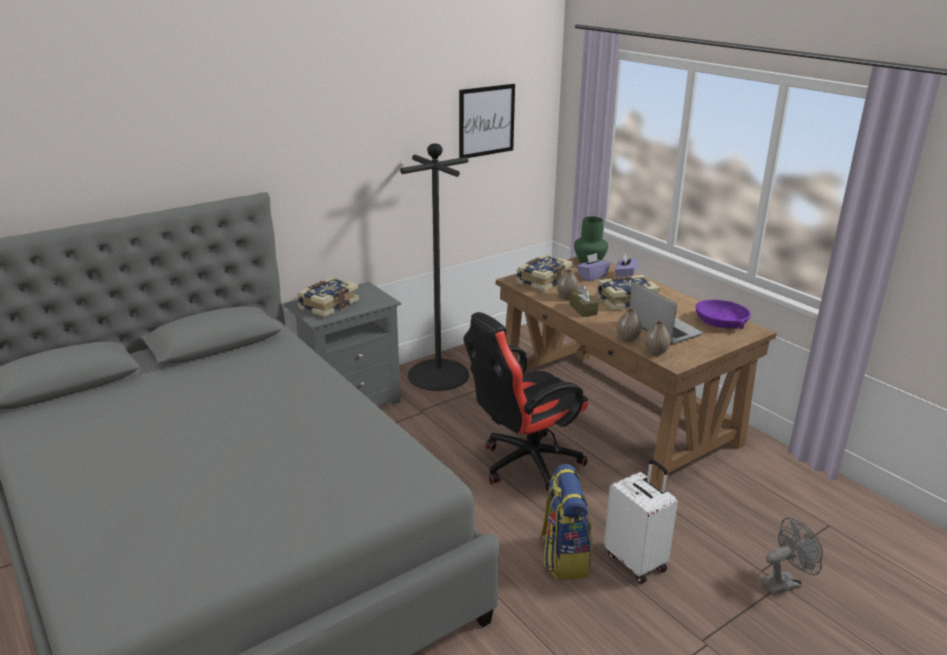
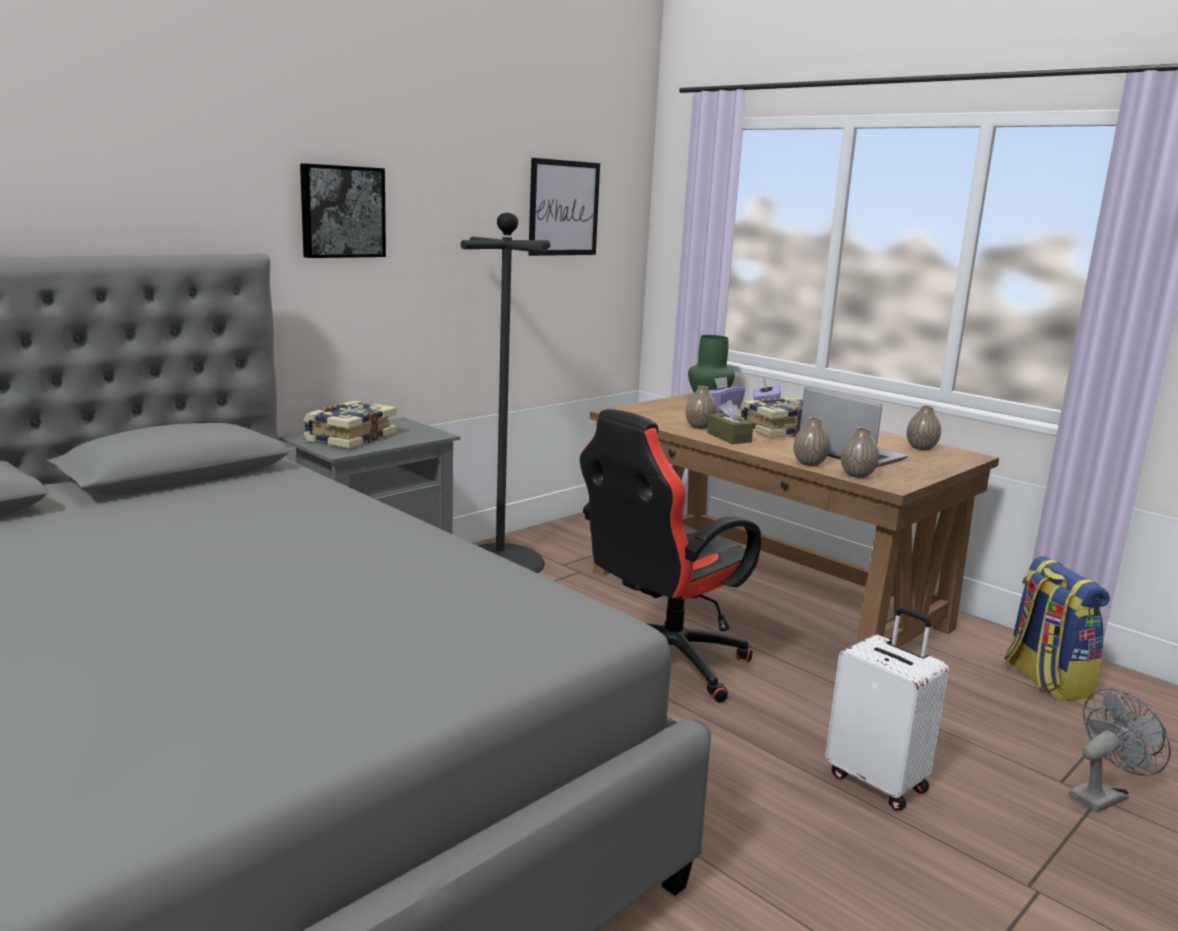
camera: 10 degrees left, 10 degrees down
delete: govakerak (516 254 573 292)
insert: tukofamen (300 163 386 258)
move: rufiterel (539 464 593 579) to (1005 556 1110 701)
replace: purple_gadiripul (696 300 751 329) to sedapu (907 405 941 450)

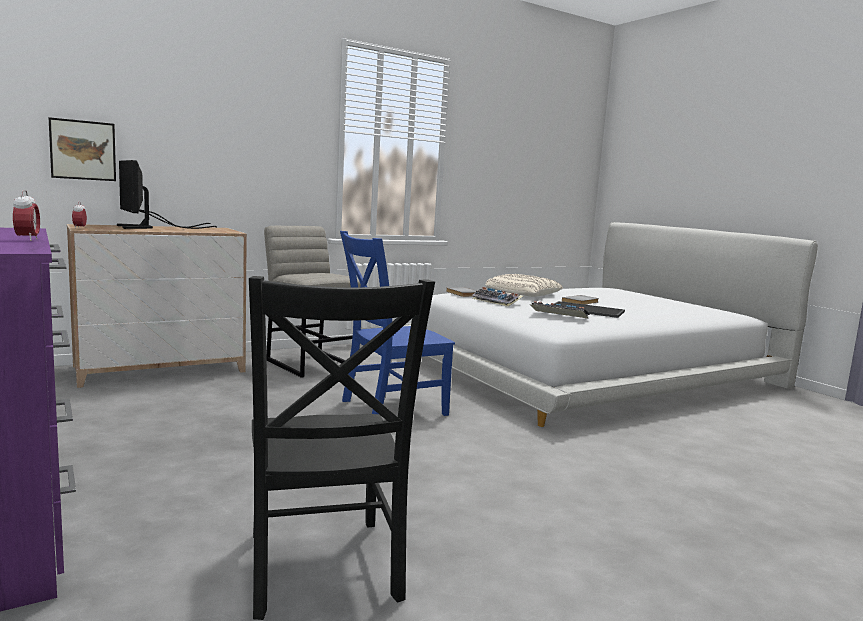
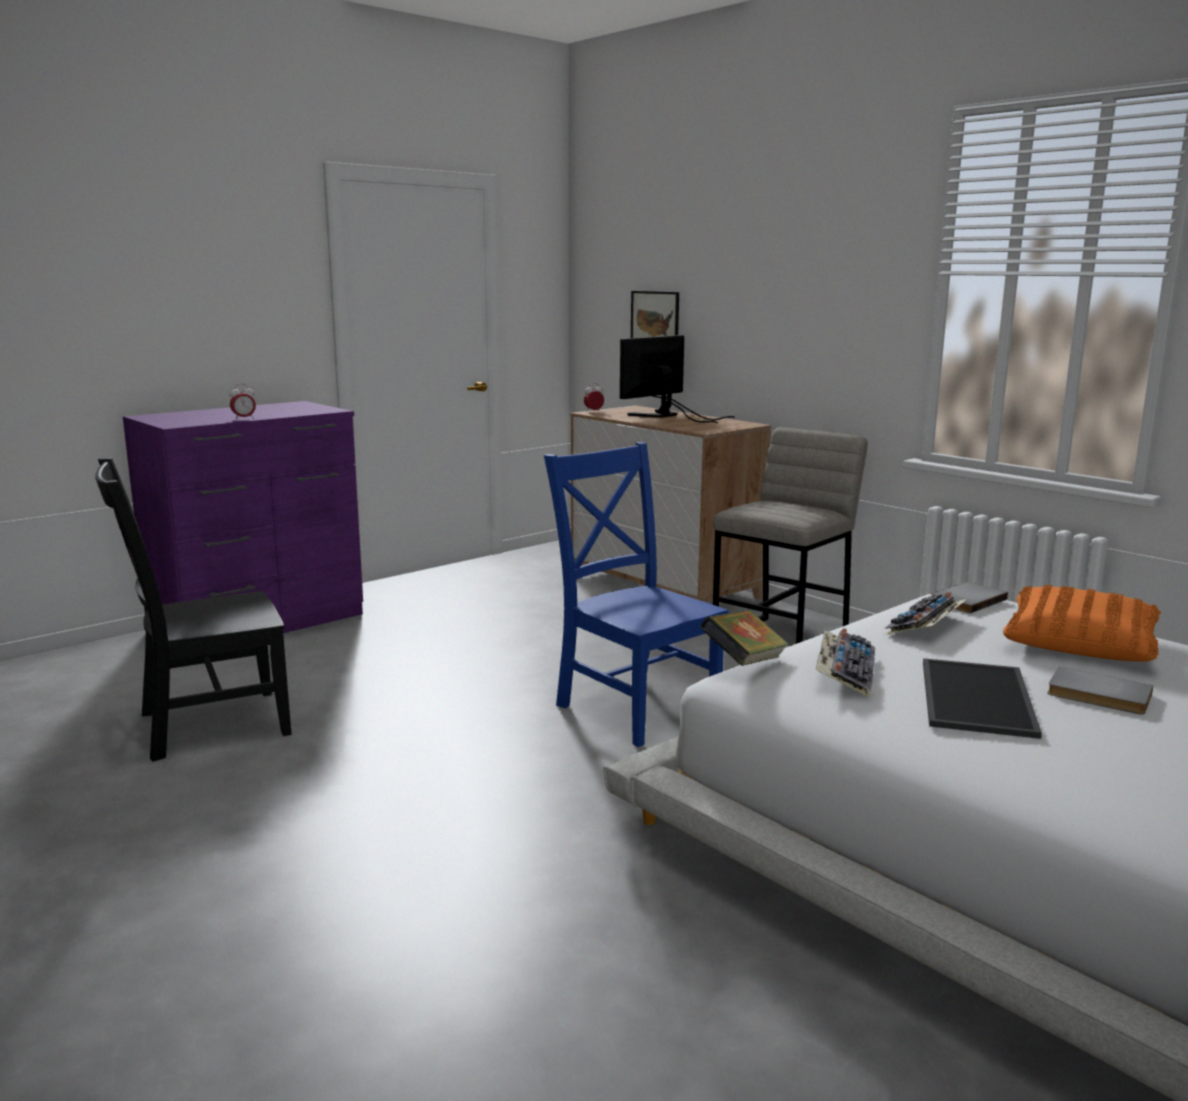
camera: 80 degrees right, 5 degrees up
insert: govakerak (701 610 789 666)
recolor: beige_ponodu (485 274 563 297) to orange_ponodu (1003 585 1161 662)

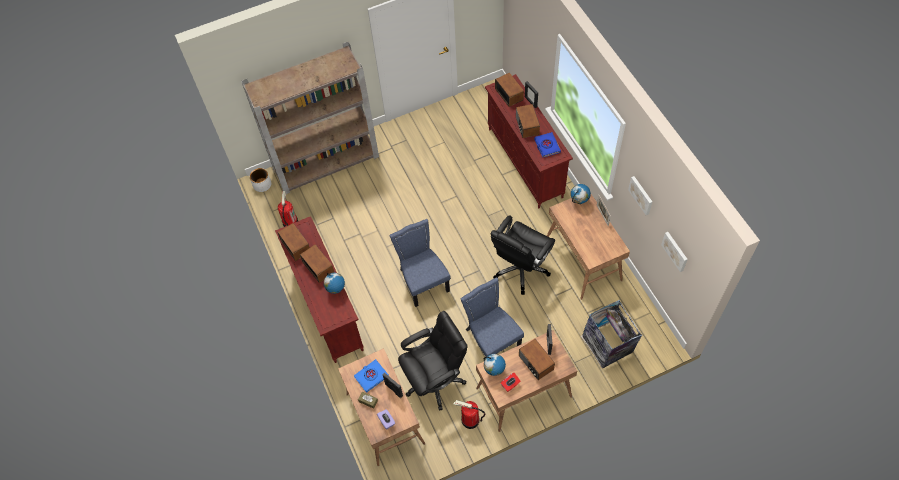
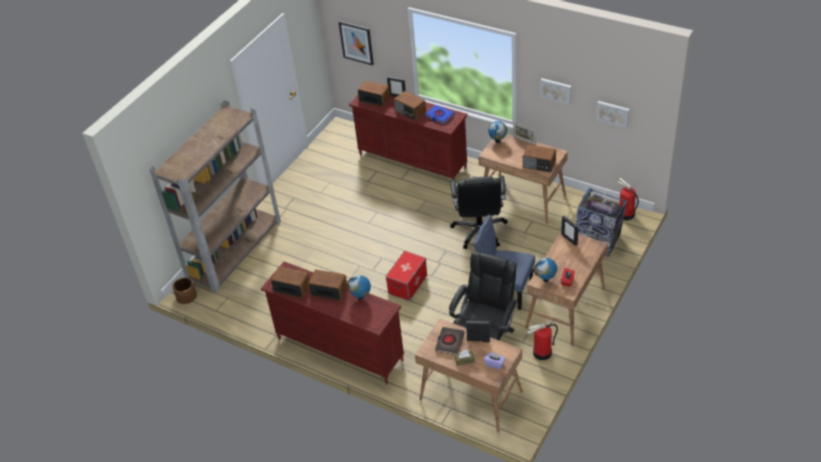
camera: 35 degrees left, 15 degrees down
insert: tukofamen (339 21 374 65)
move: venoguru (519 339 555 380) to (523 145 556 173); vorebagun (278 191 298 227) to (618 178 639 221)
replace: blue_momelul (390 219 451 307) to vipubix (385 251 427 301)
recolor: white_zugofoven (250 168 271 192) to brown_zugofoven (172 277 197 304); blue_govakerak (354 359 389 393) to black_govakerak (435 327 465 355)

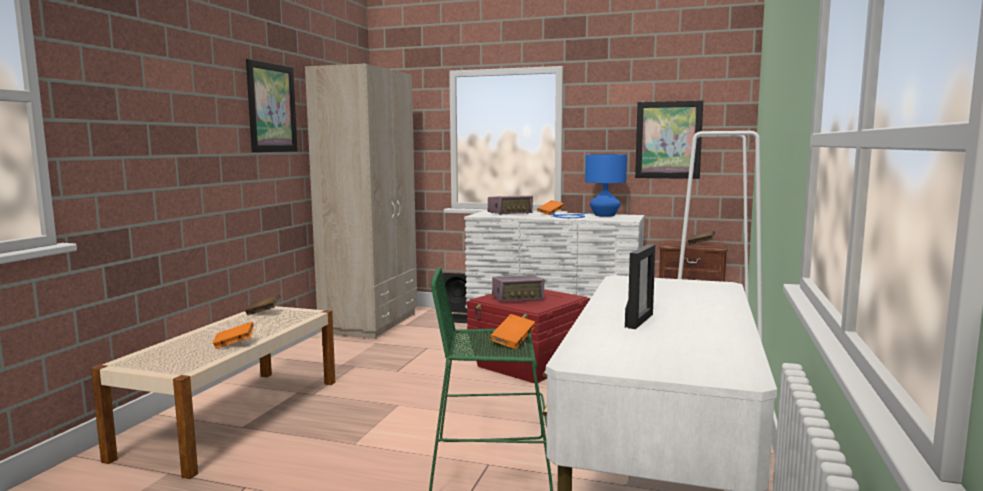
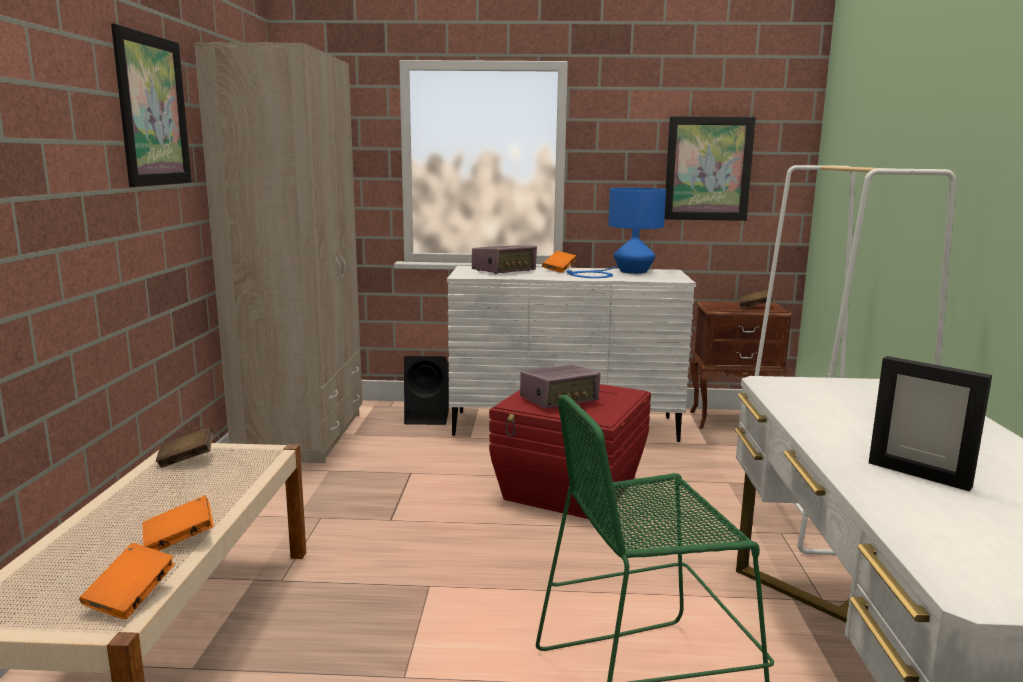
camera: 15 degrees left, 5 degrees up
move: orange_govakerak (490 314 535 349) to (79 543 174 619)
rotate: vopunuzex (625 244 655 329) = (869 356 992 491) 120 degrees clockwise

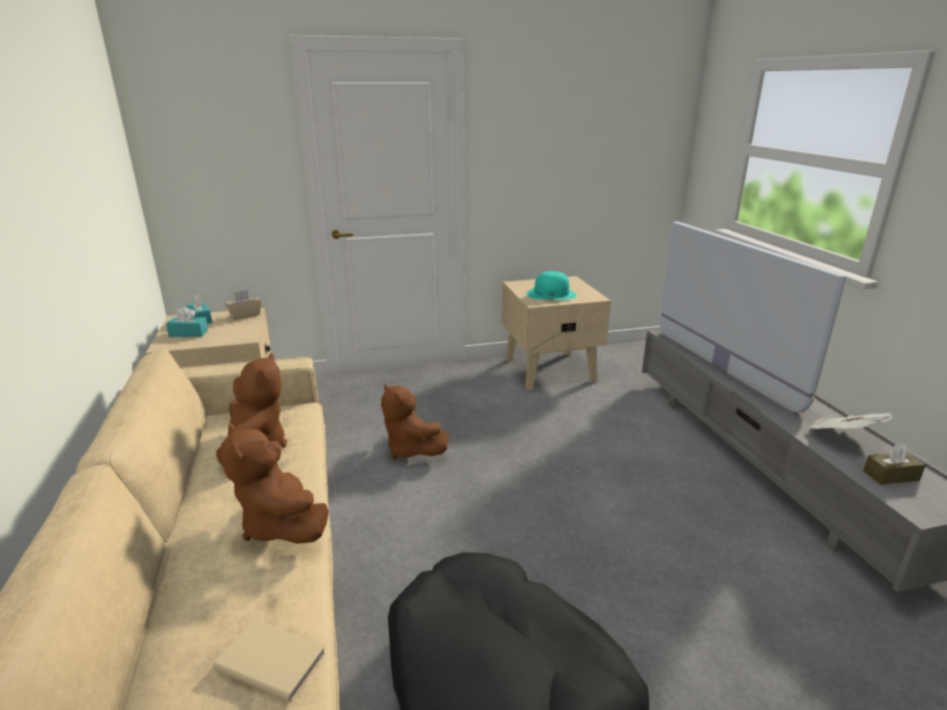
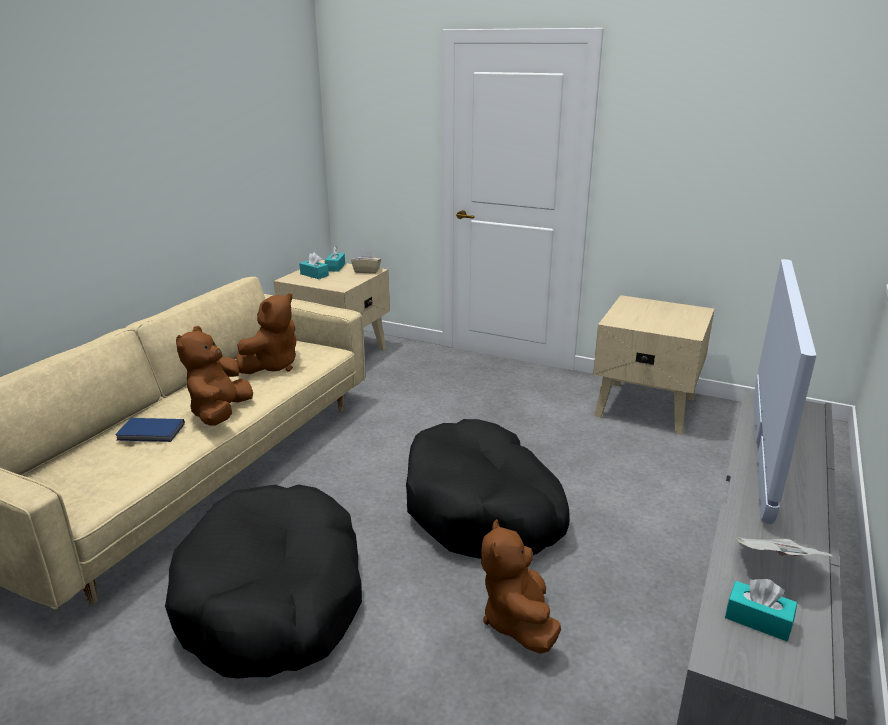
camera: 40 degrees right, 0 degrees up
delete: beige_govakerak (213 619 326 702); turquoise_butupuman (527 271 577 300)
insert: blue_govakerak (115 418 185 442); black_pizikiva (406 419 570 559)
move: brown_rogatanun (381 383 448 459) to (481 519 561 654)
recolor: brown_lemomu (863 443 926 485) to turquoise_lemomu (725 579 797 641)

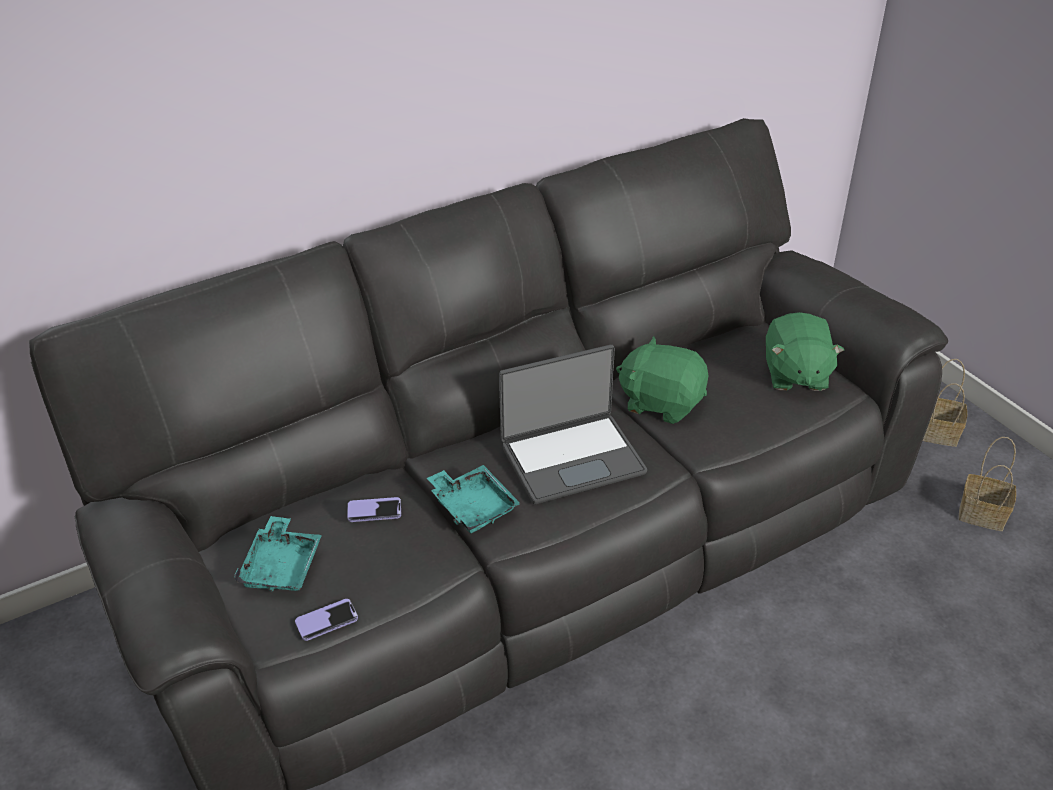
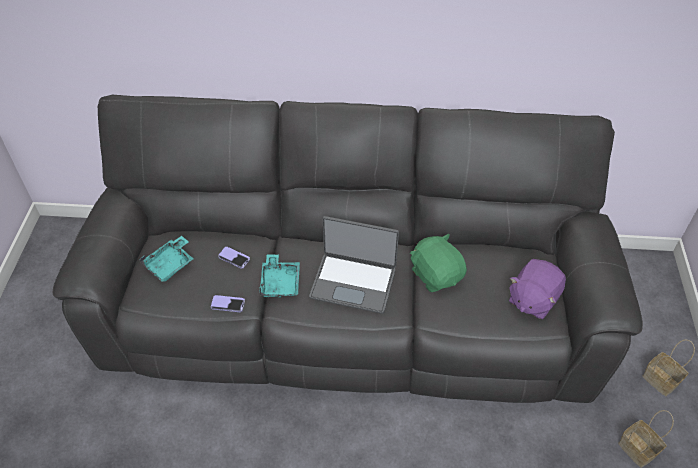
camera: 35 degrees right, 10 degrees up
move: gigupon (295 599 358 641) to (211 295 245 312)
recolor: green_rogatanun (766 312 844 391) to purple_rogatanun (509 259 566 319)

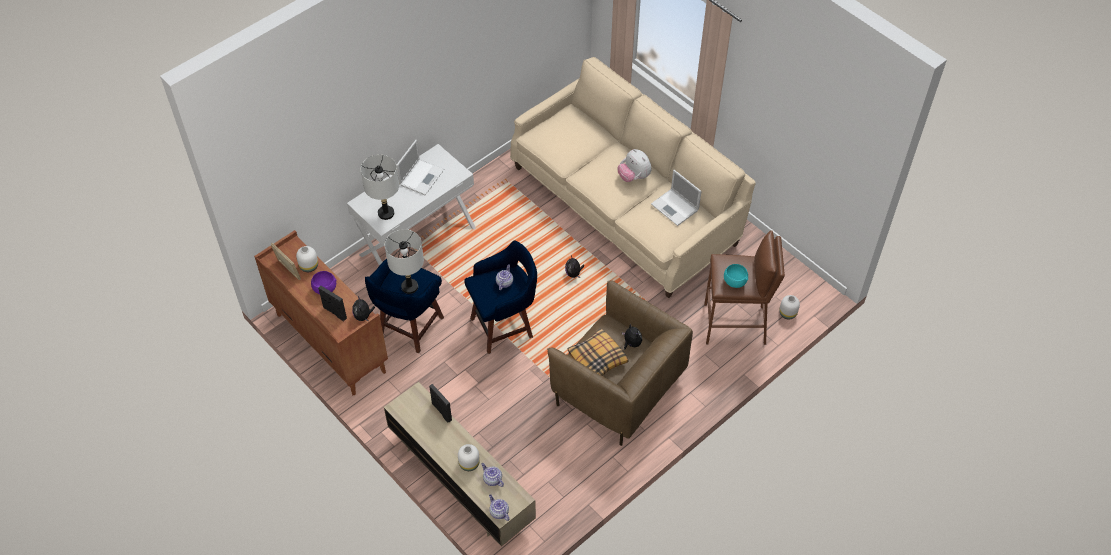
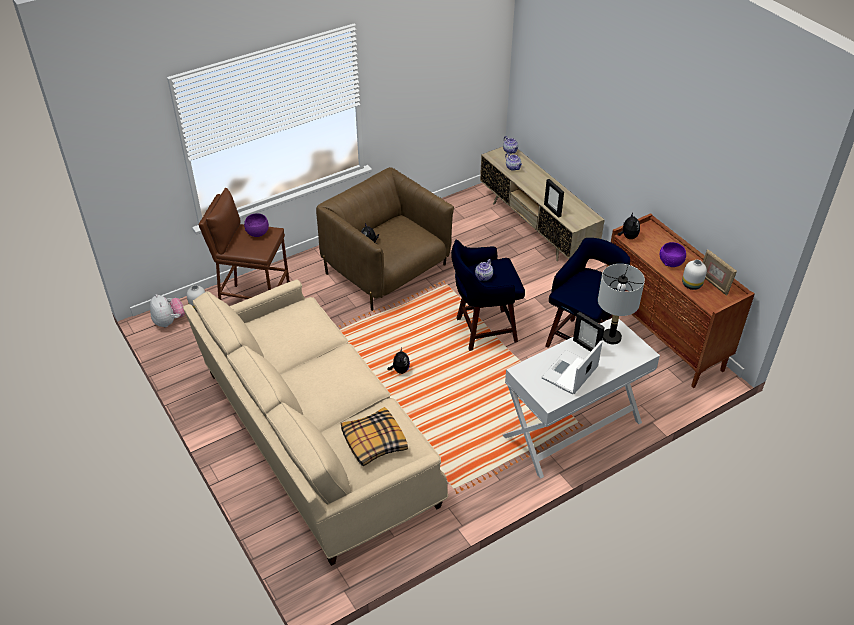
camera: 170 degrees left, 10 degrees down
delete: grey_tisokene (385 229 424 294); white_sedapu (458 444 480 471); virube (651 170 701 226)
move: rogatanun (617 149 651 182) to (150 294 185 327); ponodu (568 328 629 376) to (341 407 408 466); vopunuzex (318 286 347 322) to (573 312 605 352)
recolor: turquoise_gadiripul (724 264 748 288) to purple_gadiripul (244 213 269 237)

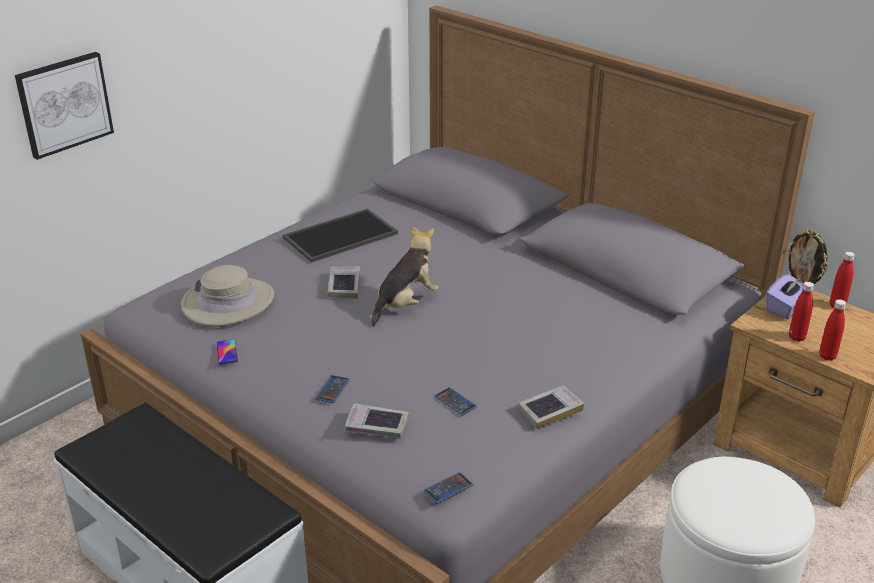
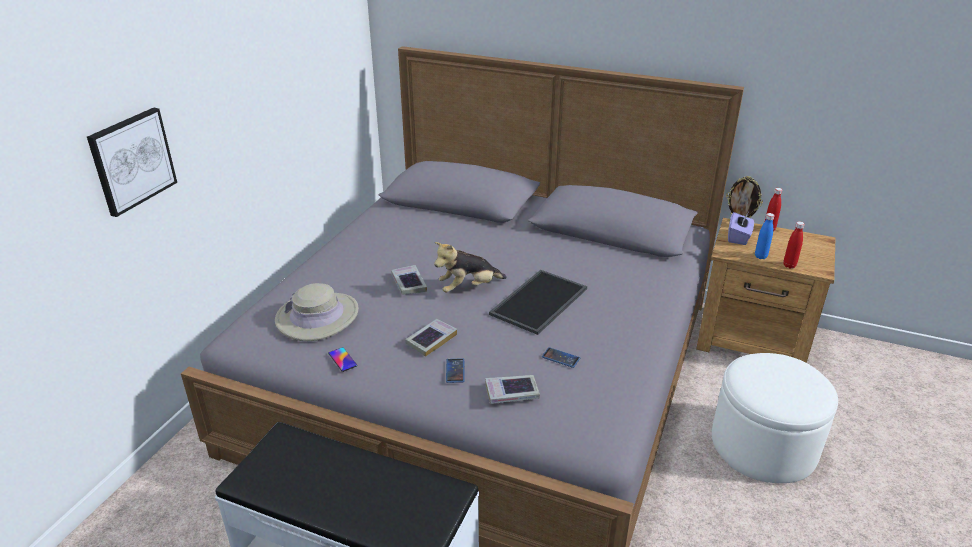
camera: 20 degrees left, 0 degrees up
delete: gigupon (423 472 473 504)
move: govakerak (518 385 584 429) to (405 319 457 357); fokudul (283 208 398 263) to (489 270 587 335)
recolor: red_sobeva (789 282 814 342) to blue_sobeva (755 213 775 259)
rotate: rogatanun (371 226 439 327) = (434 242 507 293) 135 degrees counterclockwise

